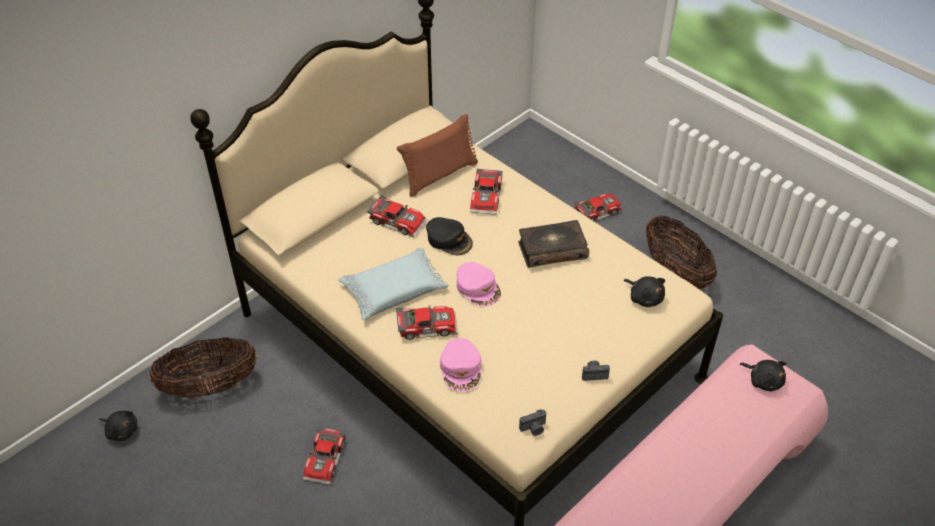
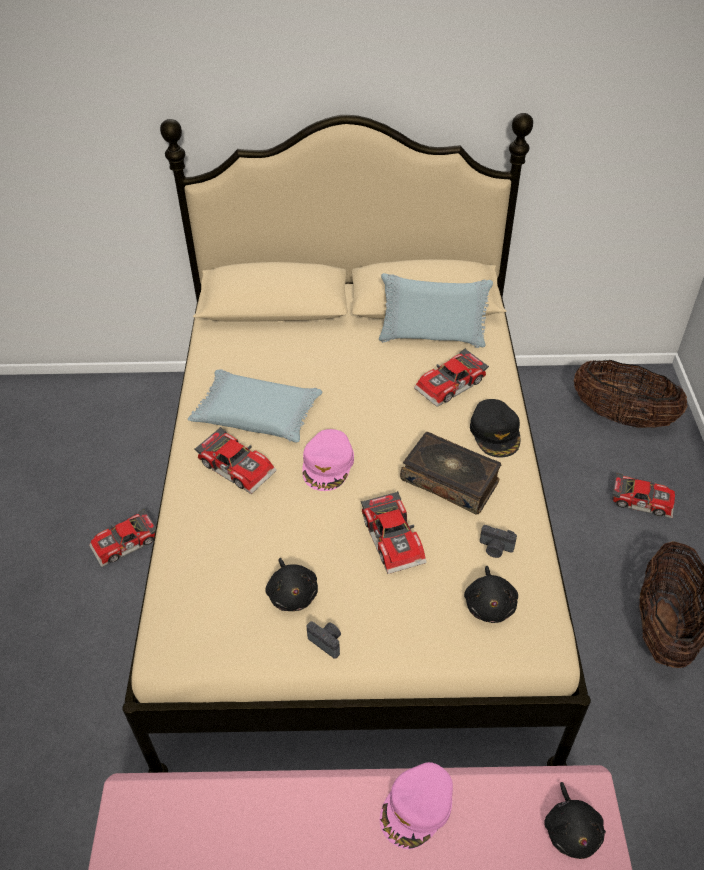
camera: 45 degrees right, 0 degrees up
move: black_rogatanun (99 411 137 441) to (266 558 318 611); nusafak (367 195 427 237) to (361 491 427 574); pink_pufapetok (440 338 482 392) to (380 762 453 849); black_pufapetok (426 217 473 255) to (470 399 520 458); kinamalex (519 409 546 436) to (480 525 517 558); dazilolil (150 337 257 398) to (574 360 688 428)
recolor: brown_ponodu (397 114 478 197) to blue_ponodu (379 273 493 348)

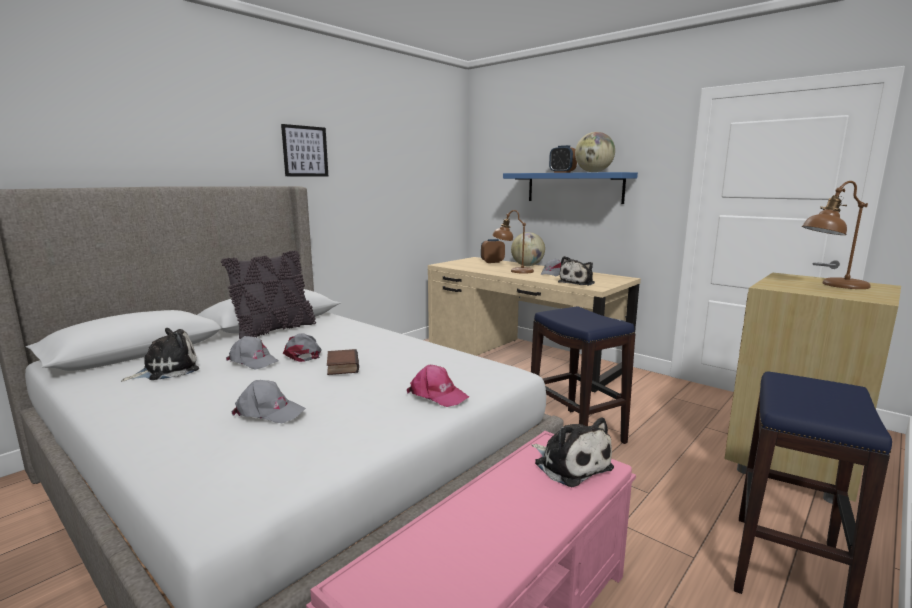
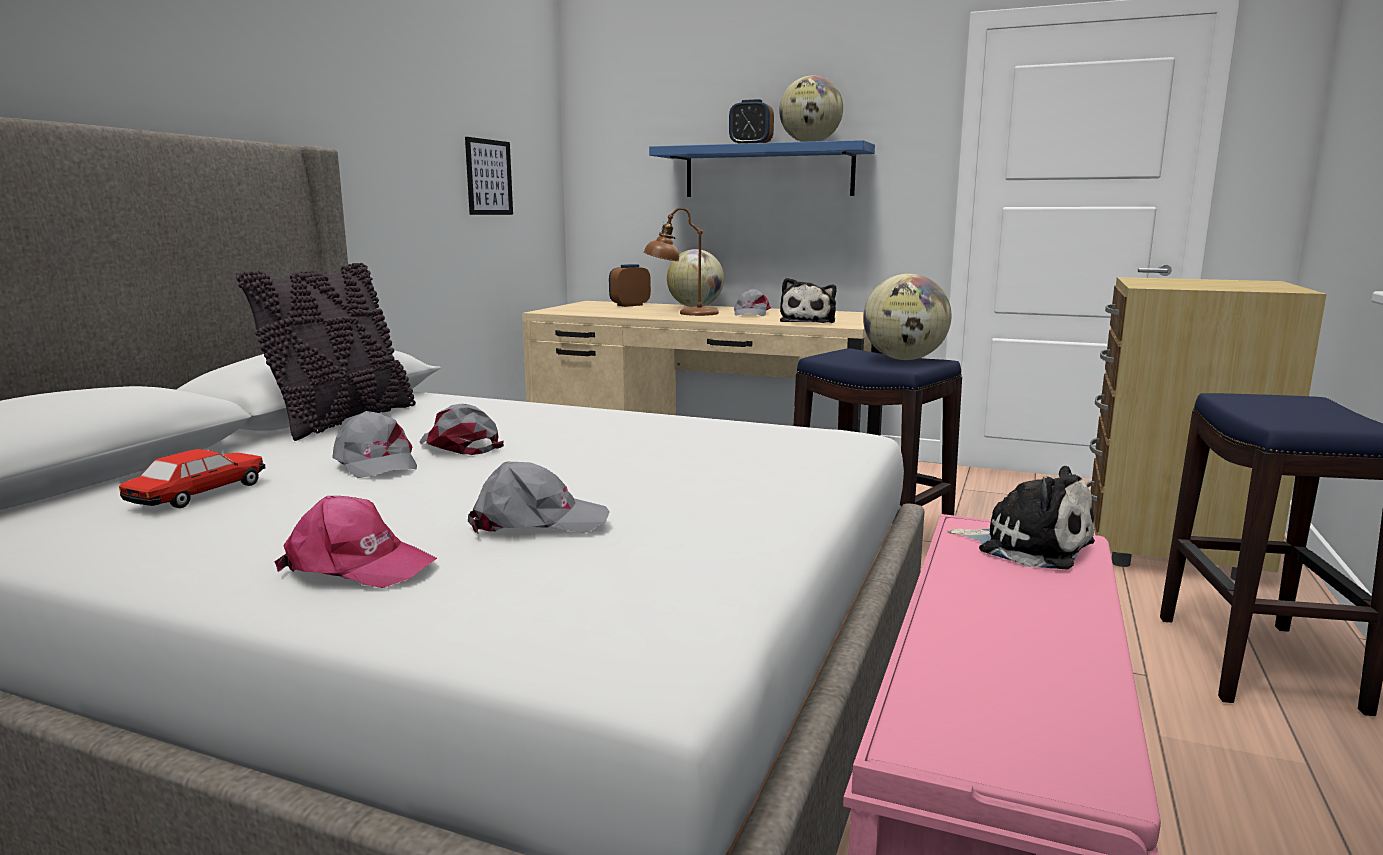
camera: 20 degrees left, 0 degrees up
delete: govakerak (327 349 359 375); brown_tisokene (802 181 871 289)
insert: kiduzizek (863 274 951 360)
move: pink_pufapetok (407 365 469 407) to (275 496 437 588); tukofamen (281 124 328 177) to (465 137 513 215)
replace: rogatanun (121 328 199 382) to nusafak (119 449 265 508)
rotate: grey_pufapetok (226 336 278 370) = (332 411 417 478) 45 degrees clockwise

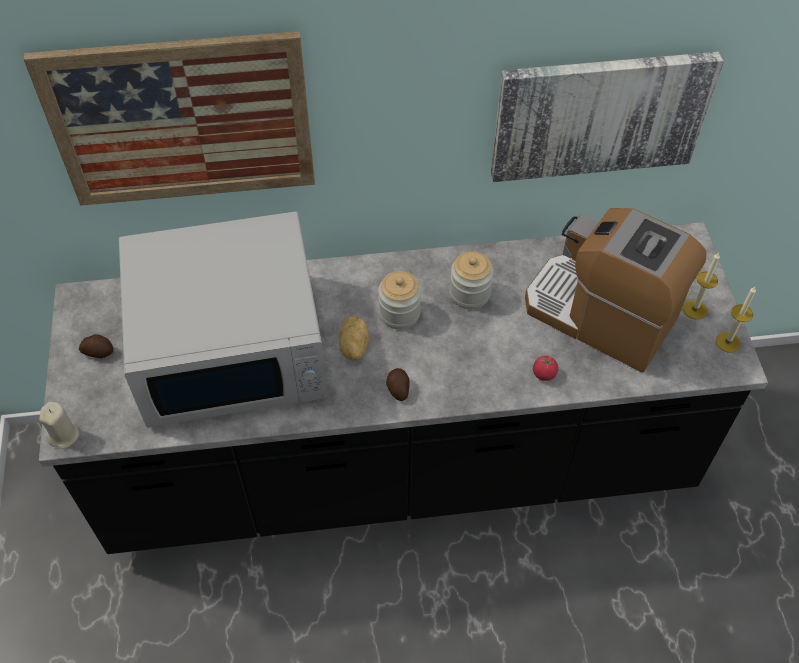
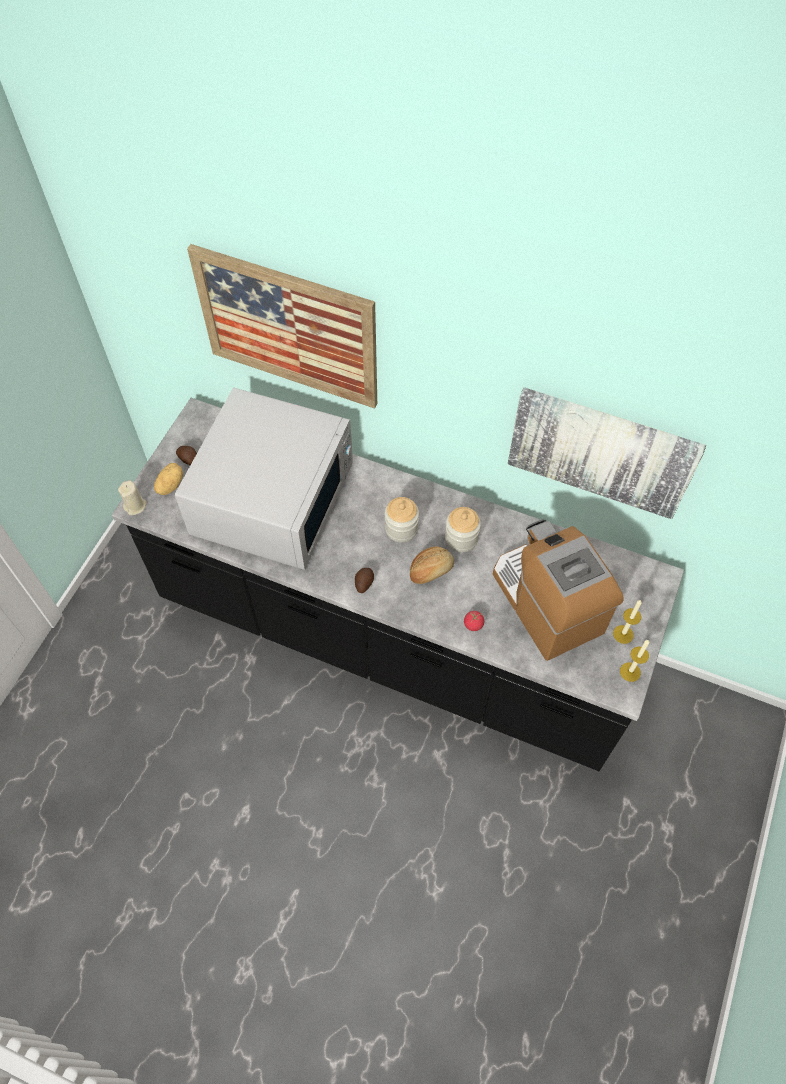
camera: 30 degrees right, 5 degrees up
insert: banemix (410 546 454 584)
move: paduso (339 316 369 360) to (154 463 183 495)
rotate: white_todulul (119 212 328 427) = (175 387 353 570) 90 degrees counterclockwise

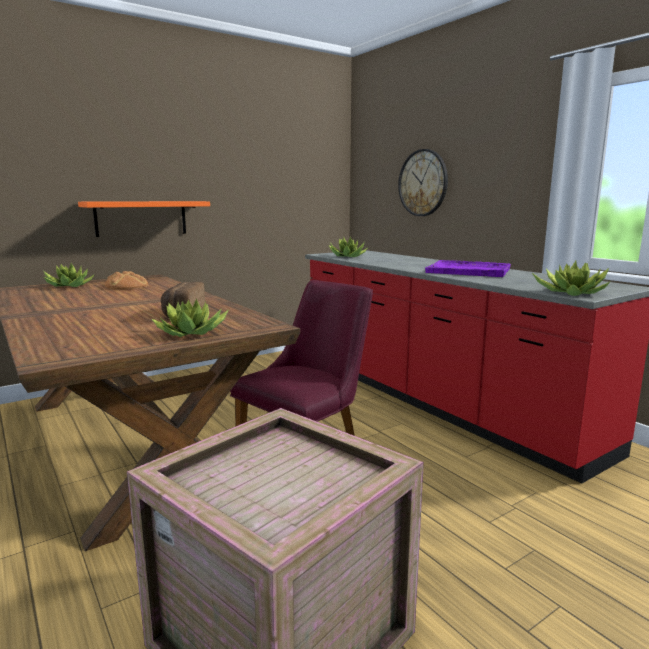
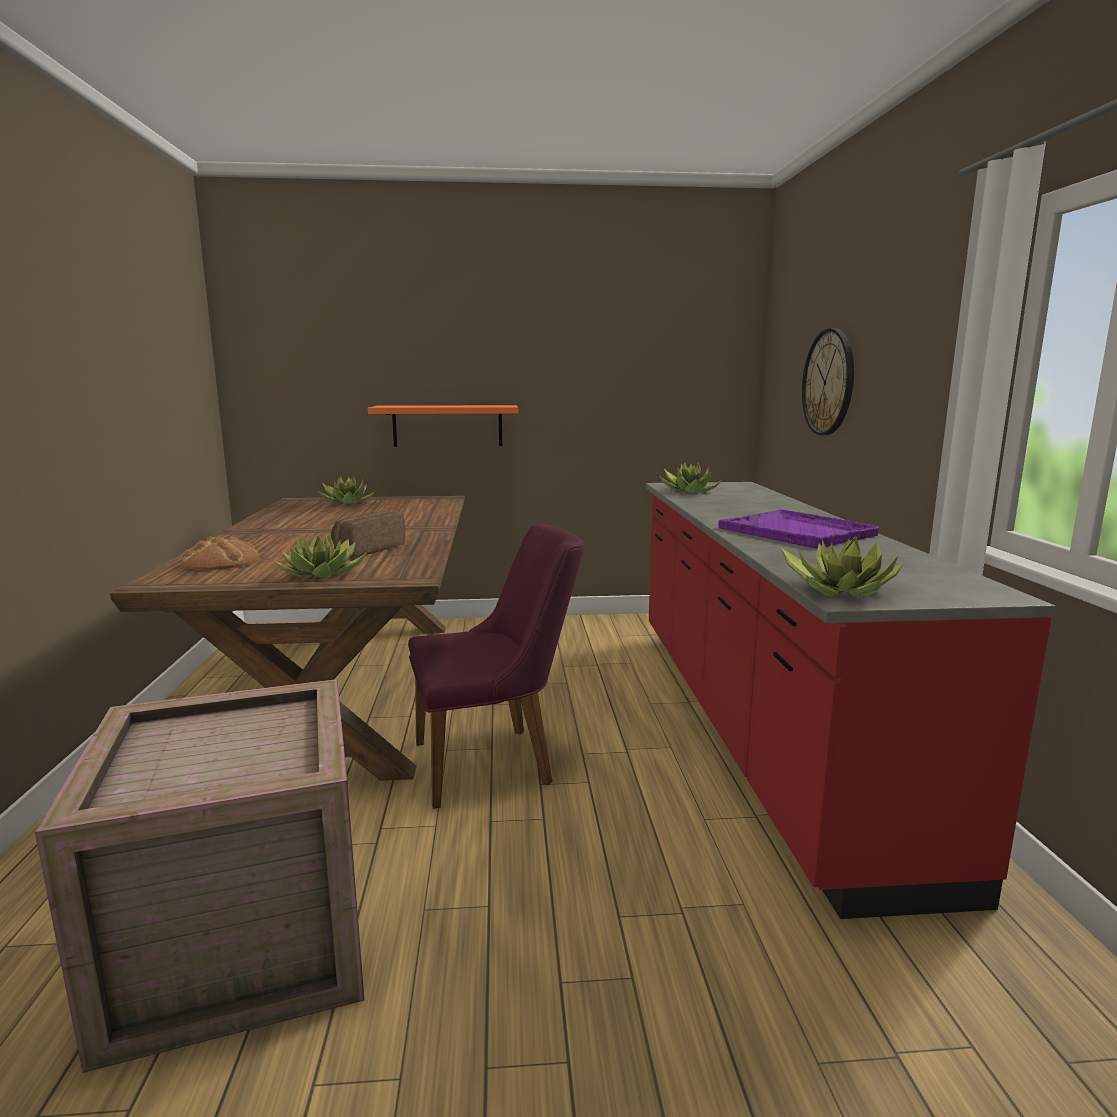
camera: 30 degrees right, 0 degrees up
move: banemix (105 271 148 289) to (182 536 259 570)

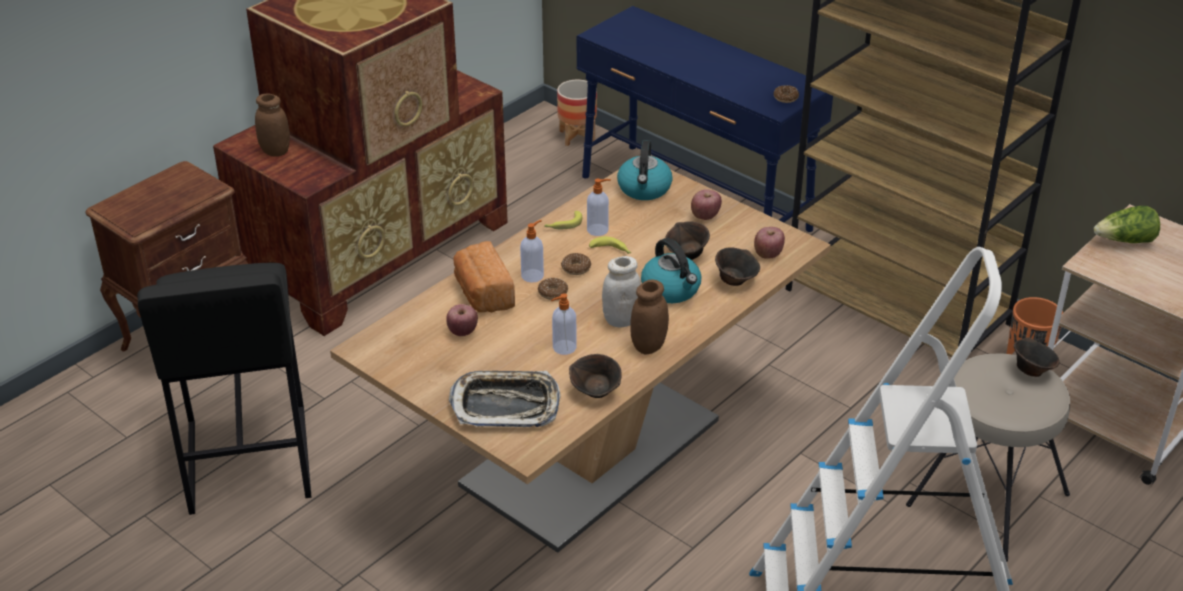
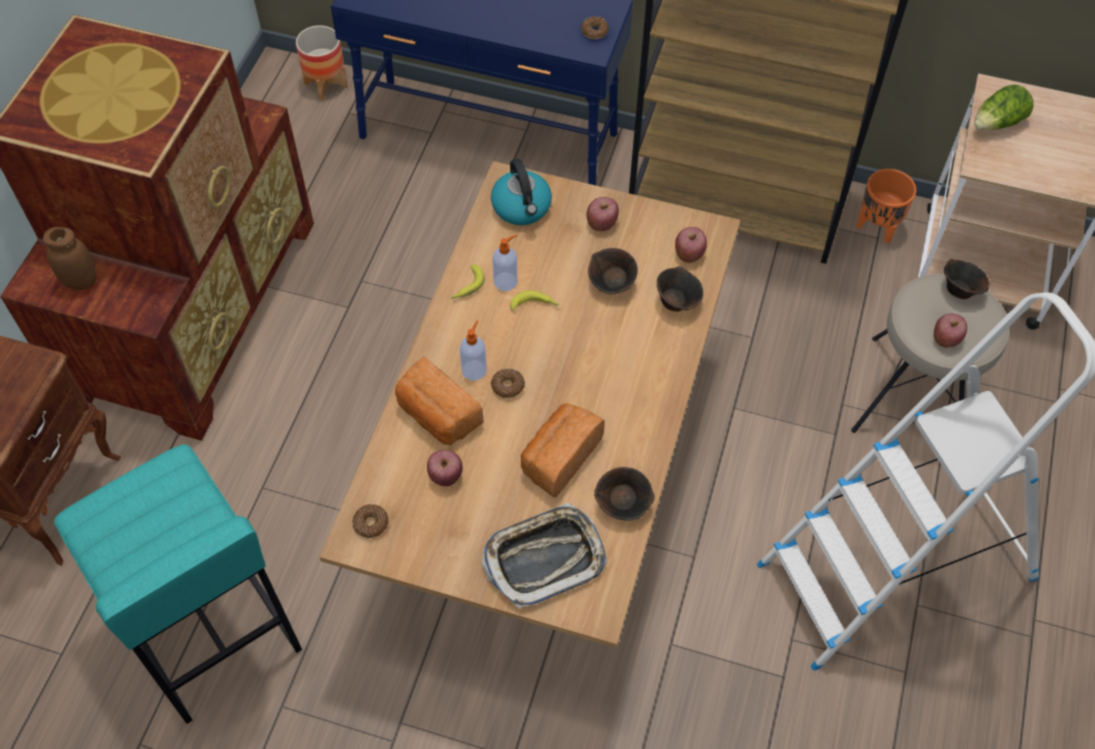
camera: 25 degrees left, 20 degrees up
delete: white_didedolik (602 256 641 328); brown_didedolik (630 280 669 355); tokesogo (641 238 701 303)
insert: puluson (934 314 967 348)
move: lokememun (561 253 591 275) to (353 504 388 538)
replace: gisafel (551 293 577 355) to banemix (521 403 605 497)
recolor: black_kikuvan (137 263 311 515) to turquoise_kikuvan (54 444 302 724)

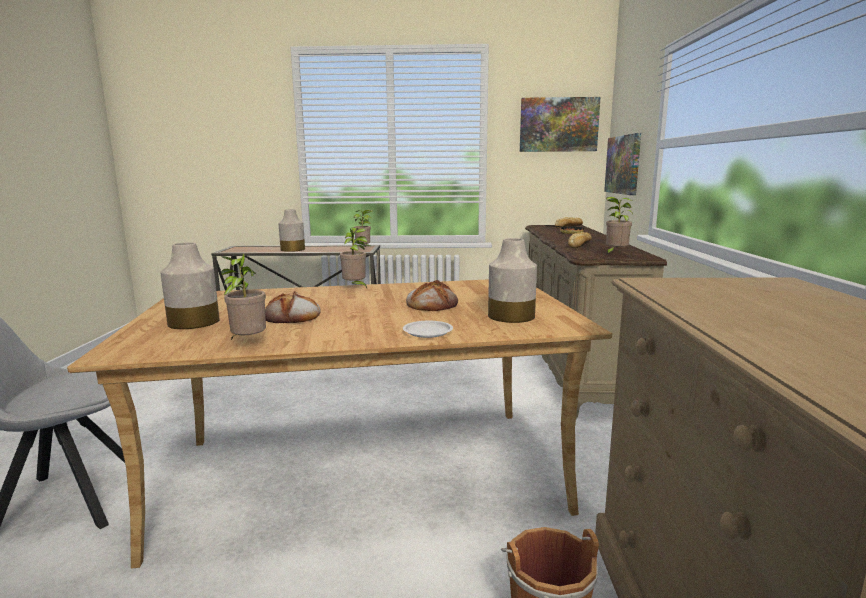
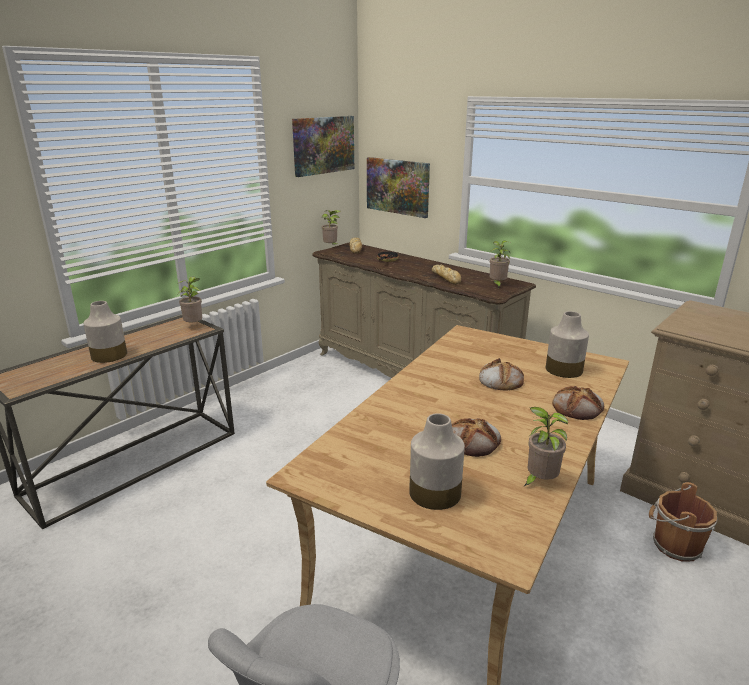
camera: 50 degrees left, 10 degrees up
move: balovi (340 227 367 288) to (322 210 341 245)
replace: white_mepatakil (403 321 453 338) to banemix (552 386 604 420)

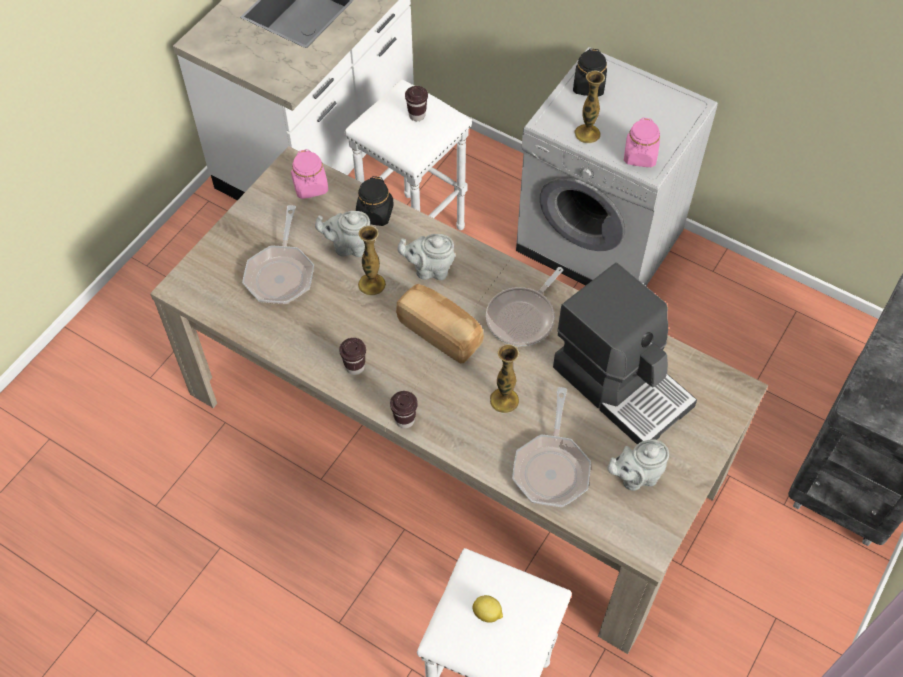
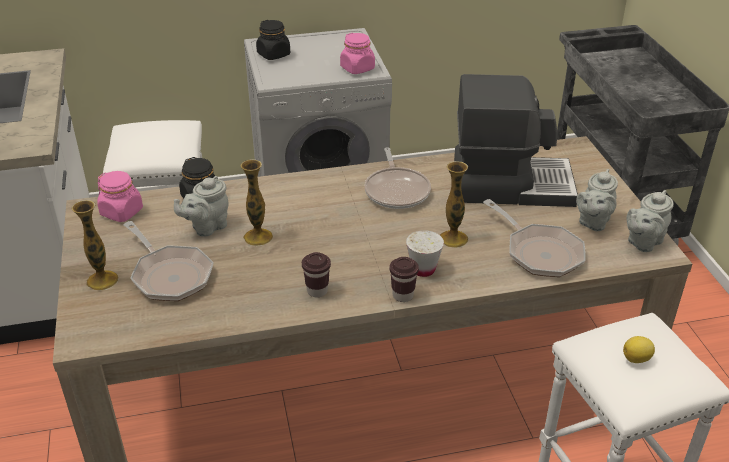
camera: 45 degrees left, 20 degrees down
delete: banemix (396 284 484 363); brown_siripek (405 86 428 121)
insert: white_siripek (406 230 444 277)
move: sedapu (574 71 605 144) to (72 200 119 290); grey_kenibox (398 234 456 280) to (626 190 674 252)

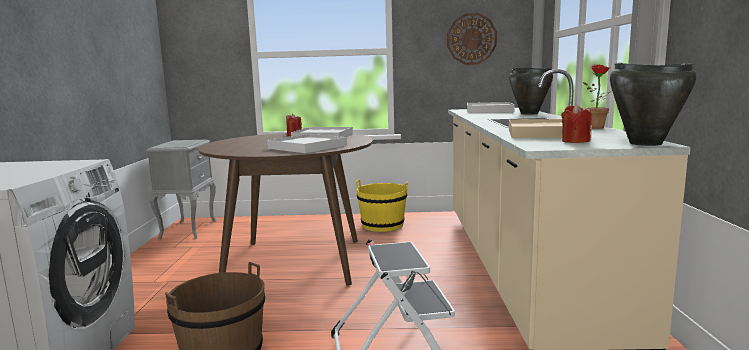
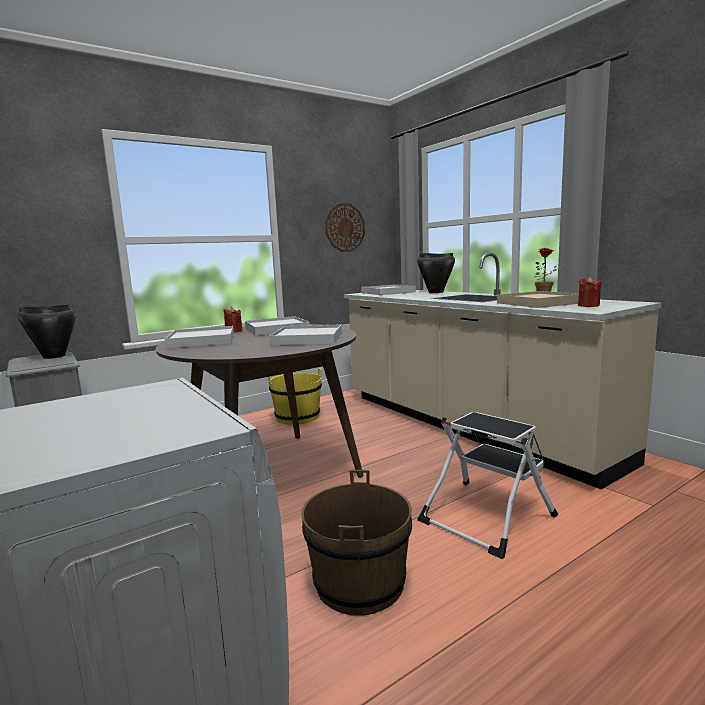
camera: 35 degrees left, 0 degrees up
insert: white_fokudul (165 326 234 349)
move: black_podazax (610 63 696 146) to (17 305 76 359)

